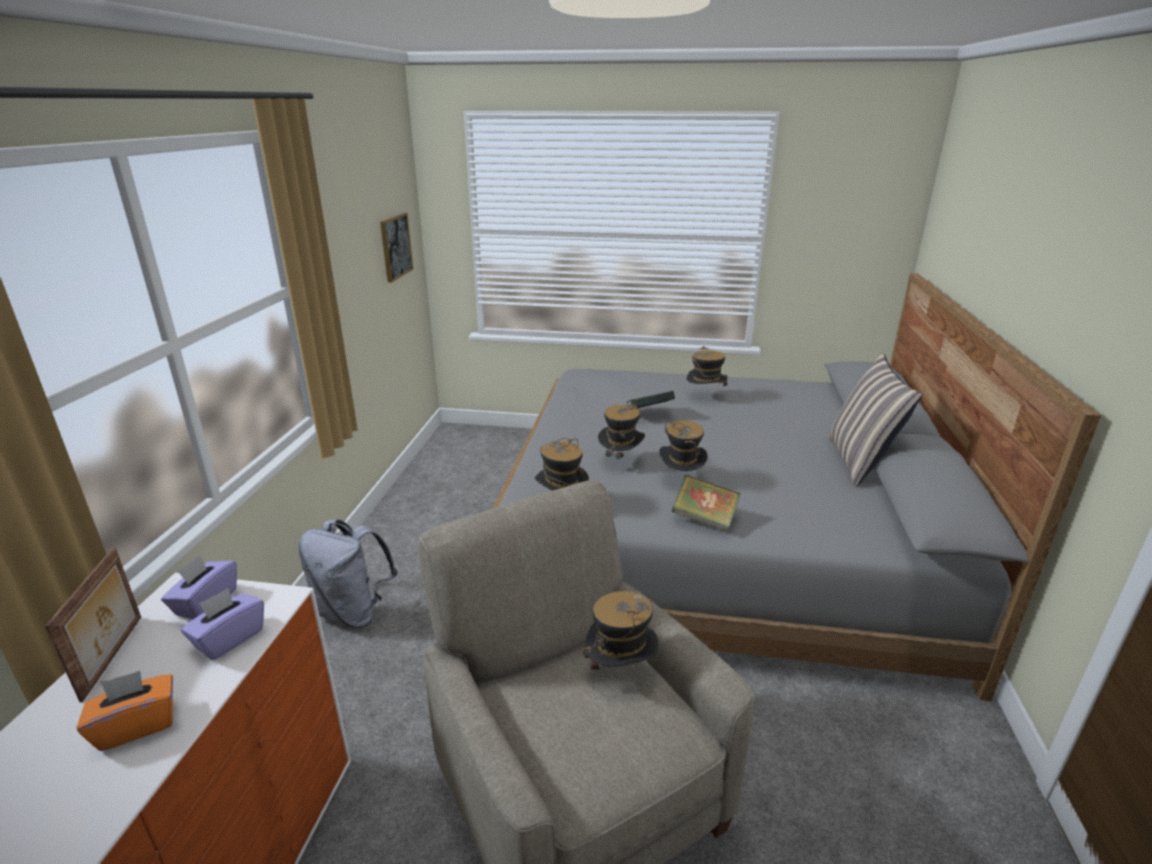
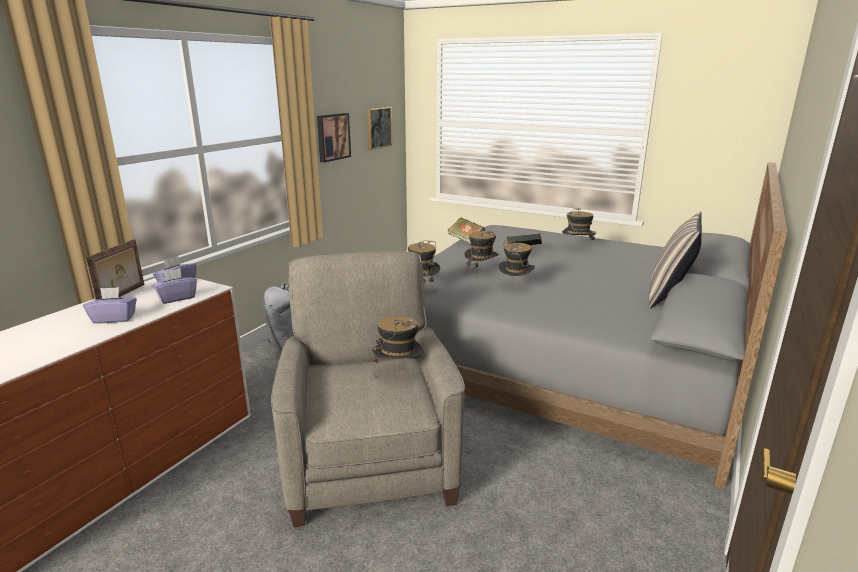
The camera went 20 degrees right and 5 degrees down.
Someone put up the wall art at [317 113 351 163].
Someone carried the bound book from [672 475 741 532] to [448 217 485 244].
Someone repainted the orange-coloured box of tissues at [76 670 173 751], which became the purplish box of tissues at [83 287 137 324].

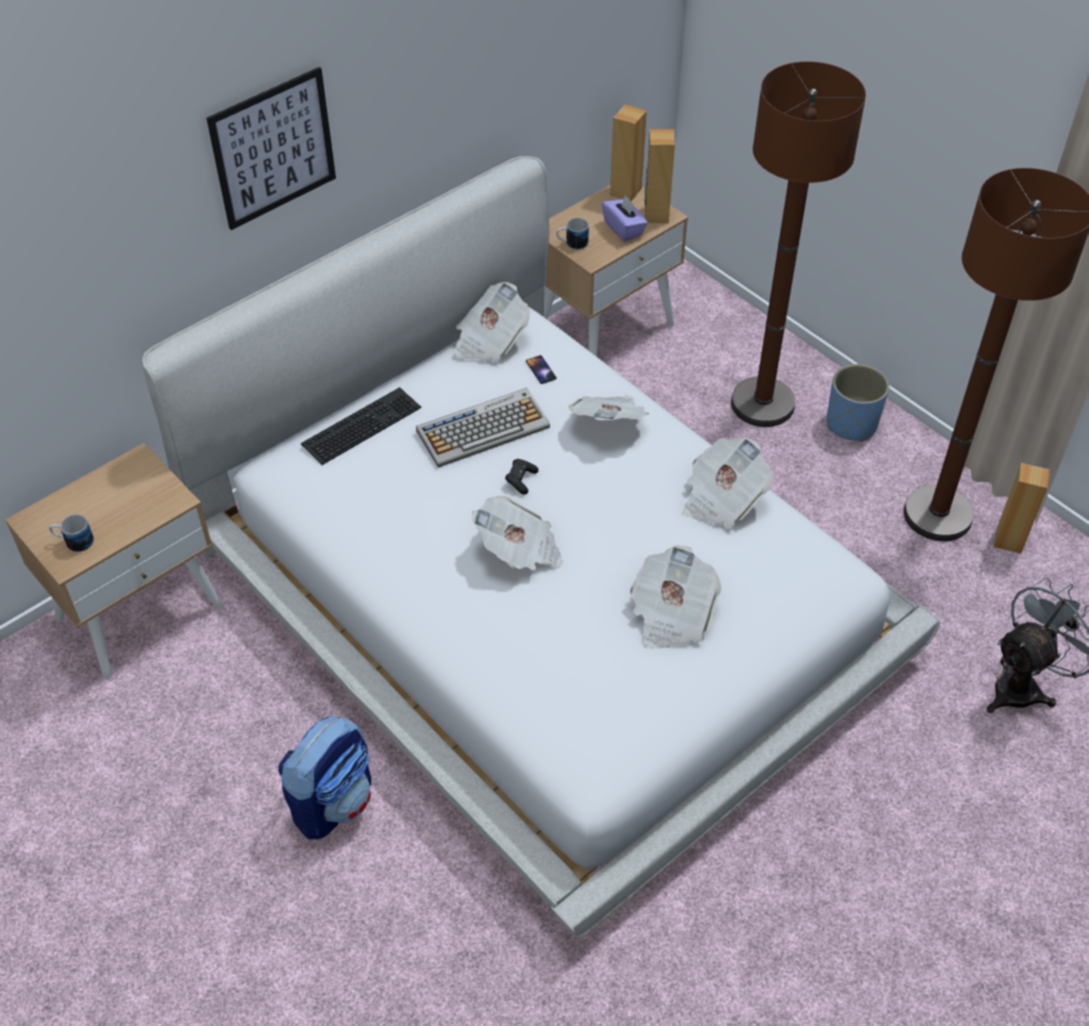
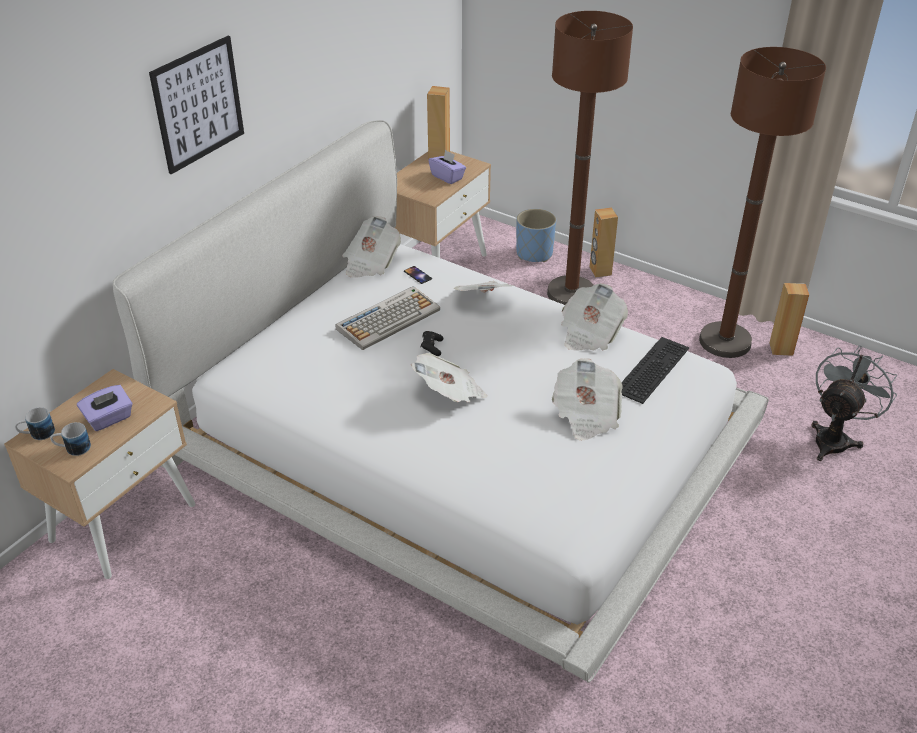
The camera went 15 degrees left and 10 degrees down.
Someone took away the rucksack at [278 716 371 839].
Someone put down the purplish box of tissues at [77 385 132 431].
Someone carried the computer keyboard from [301 387 421 465] to [621 337 689 404].
Someone carried the mug from [556 218 589 250] to [15 407 55 440].
Someone carried the brown loudspeaker from [645 129 675 223] to [590 208 618 277].
Someone carried the blue-coloured plant pot from [827 364 889 442] to [516 209 556 262].

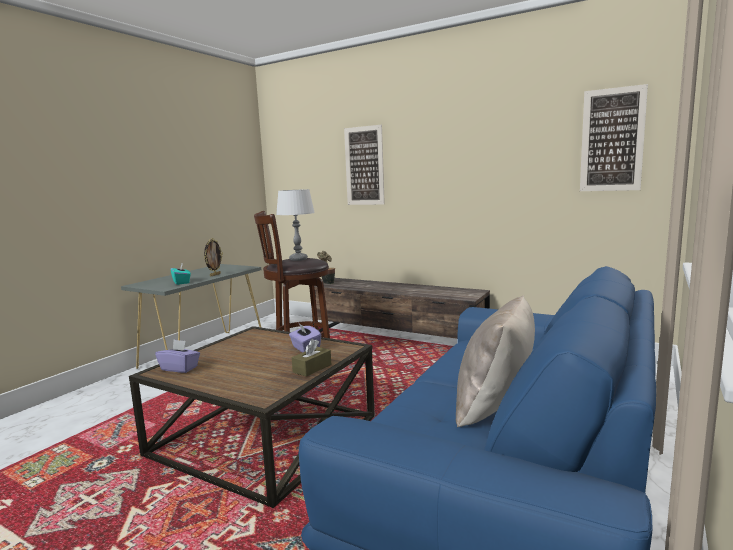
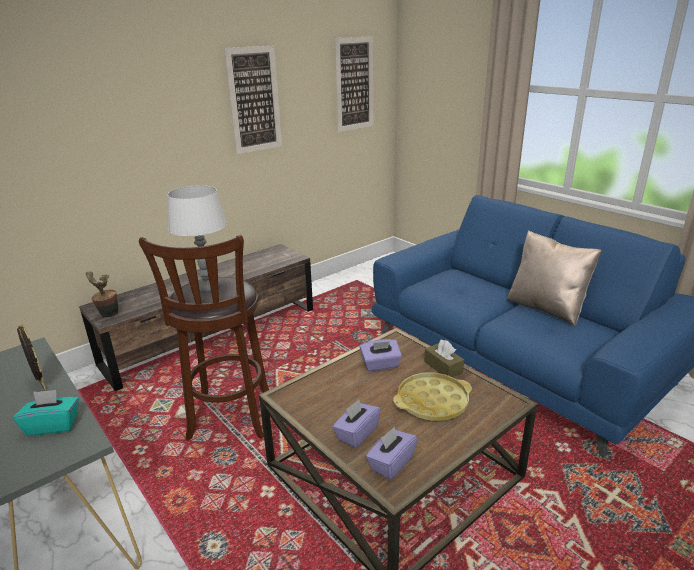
The camera went 70 degrees left and 15 degrees up.
Someone put down the purplish box of tissues at [332 399 381 448].
Someone put down the yellow tray at [393 373 472 421].
Someone carried the wall art from [344 125 385 205] to [224 46 282 154].

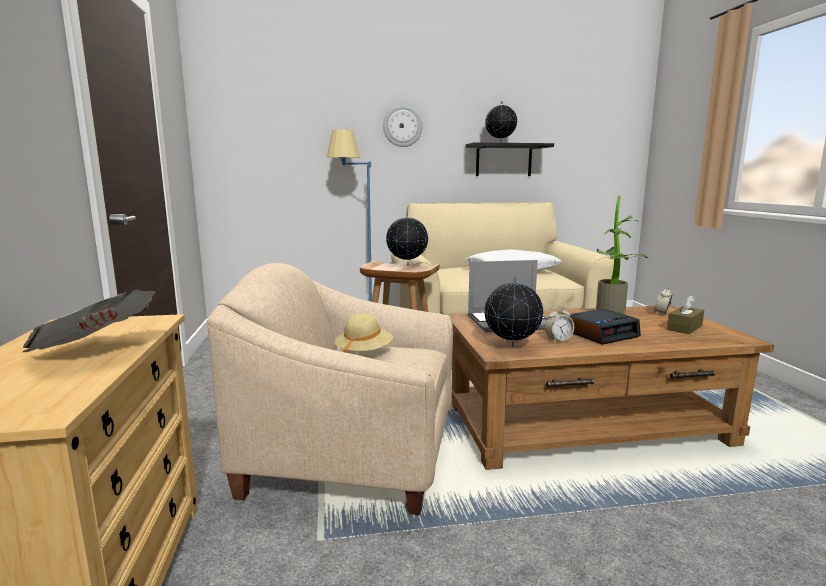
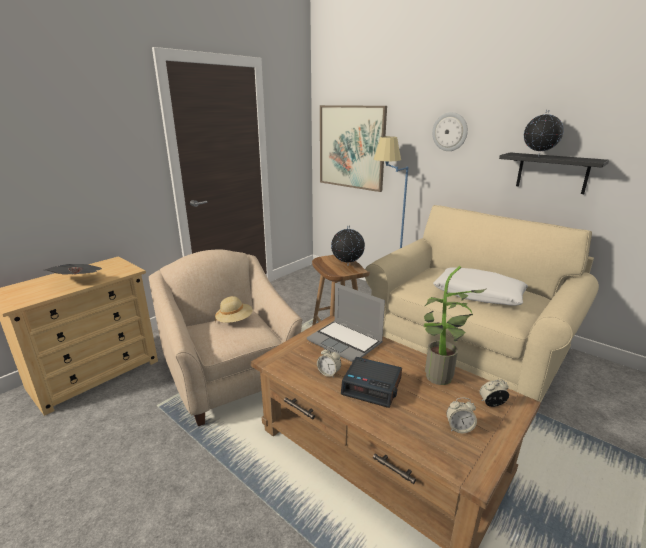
The camera went 50 degrees right and 10 degrees up.
Someone took away the world globe at [484 276 543 347].
Someone put up the wall art at [320 105 387 192].
Someone swapped the brown box of tissues at [667 296 704 334] for the table clock at [447 398 477 433].

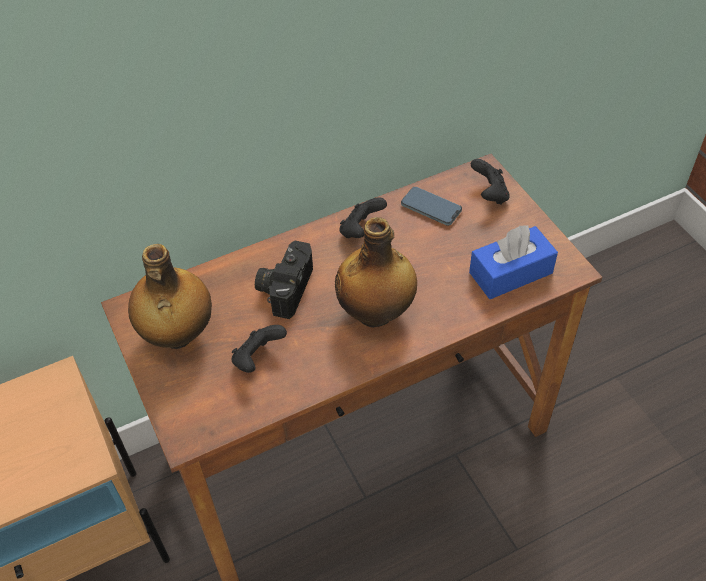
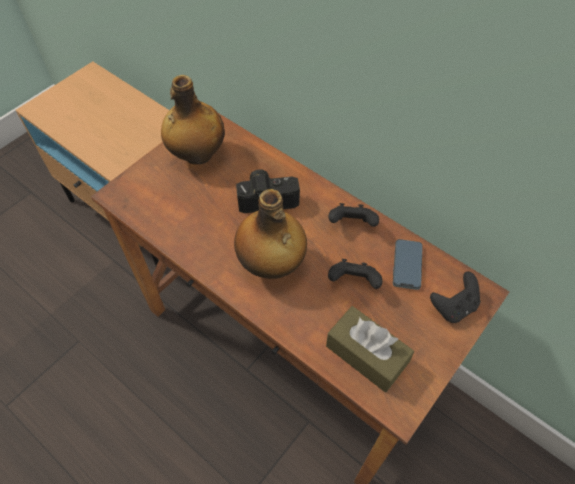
The camera went 65 degrees right and 5 degrees up.
Someone carried the blackish game controller from [231 325 287 373] to [328 259 383 289].
Someone repainted the blue-coloured box of tissues at [469 225 558 299], which became the brown box of tissues at [326 306 414 392].

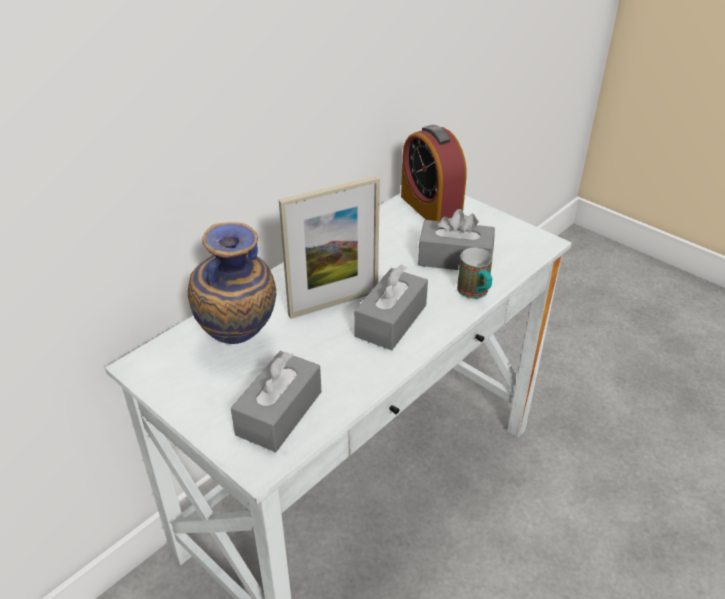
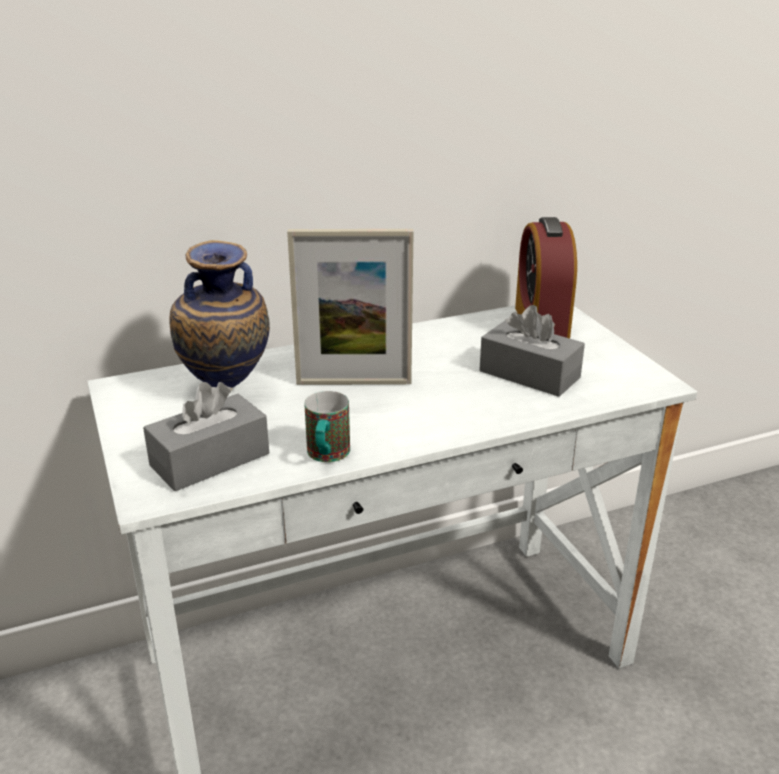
The camera went 25 degrees right and 10 degrees down.
Someone took away the gray box of tissues at [354 264 428 350].
Someone carried the mug from [457 248 492 299] to [304 391 350 462].

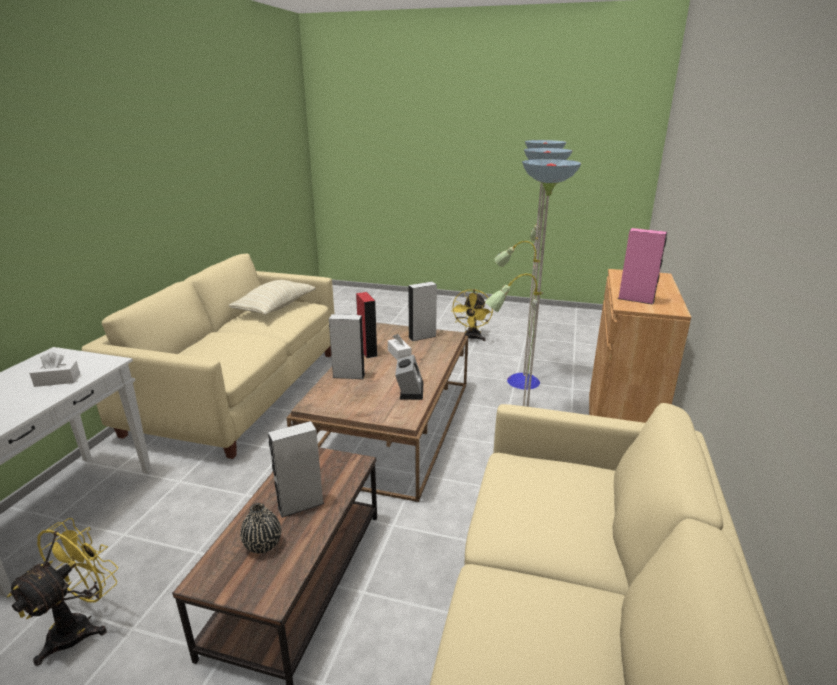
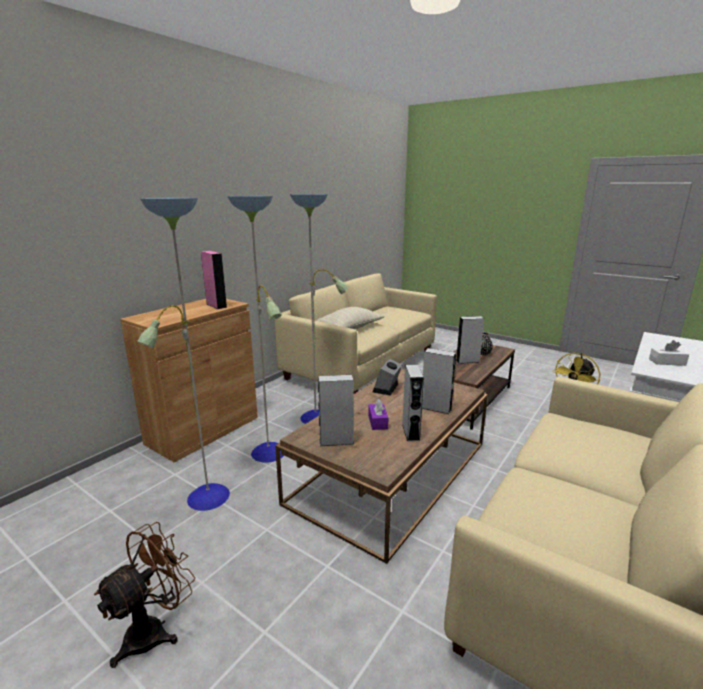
The camera went 160 degrees left and 5 degrees down.
Someone carried the sand-coloured pillow from [228 280 316 315] to [316 307 385 329].
Someone repainted the red loudspeaker at [356 292 377 358], which became the gray loudspeaker at [402 364 424 441].
Someone repainted the white box of tissues at [388 334 411 360], which became the purplish box of tissues at [368 399 388 430].
Someone repainted the yellow electric fan at [451 289 493 341], which became the brown electric fan at [94 522 195 668].

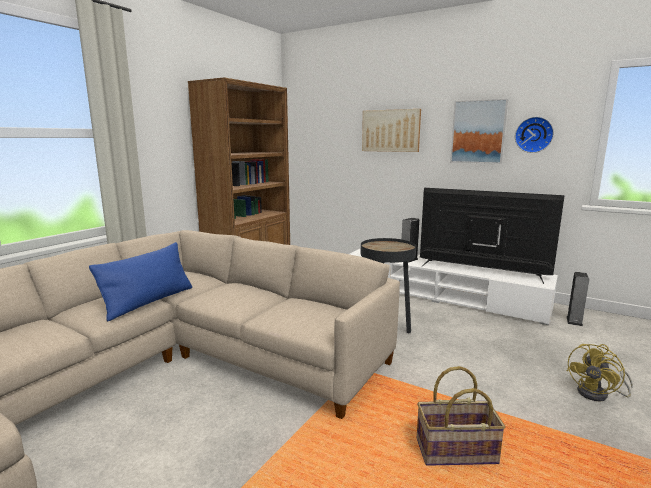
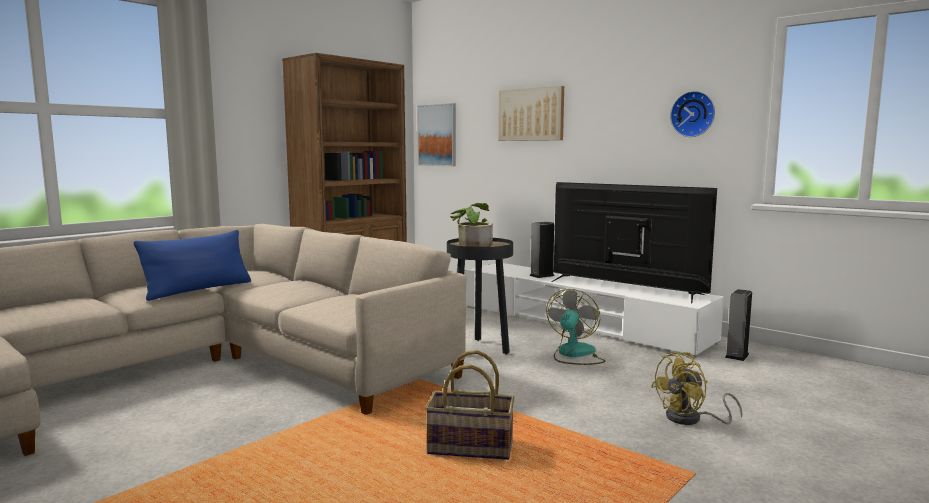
The camera went 10 degrees right and 5 degrees down.
Someone put down the houseplant at [450 203 493 247].
Someone put down the electric fan at [546 289 605 365].
Someone carried the wall art from [450 99 508 164] to [417 103 456 166].

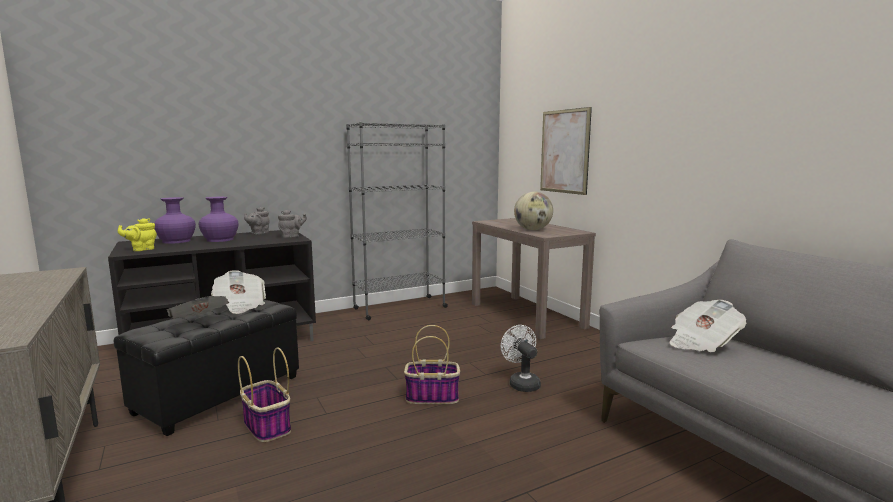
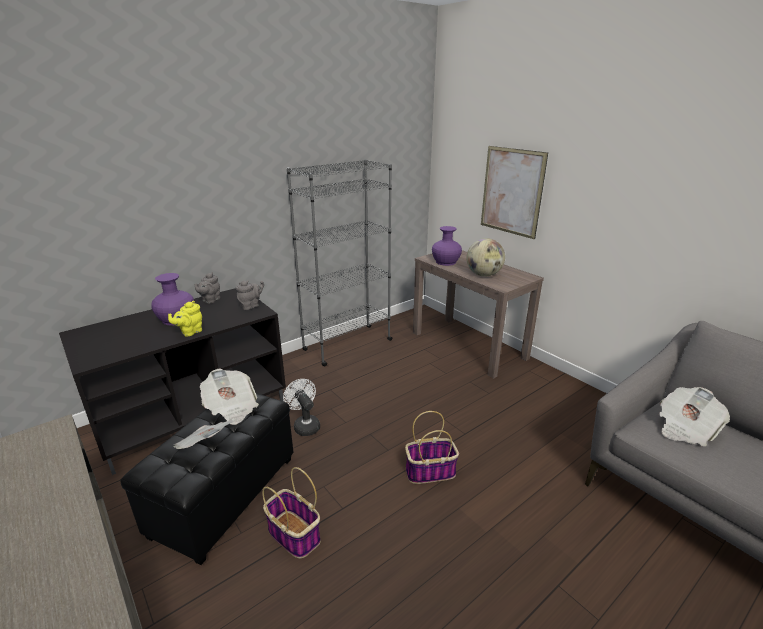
The camera went 10 degrees left and 15 degrees up.
Someone carried the yellow tea pot from [118 218 157 251] to [168 301 202 336].
Someone carried the purplish vase from [154 197 196 244] to [432 226 462 266].
Someone carried the white electric fan from [501 325 541 392] to [283 379 320 436].

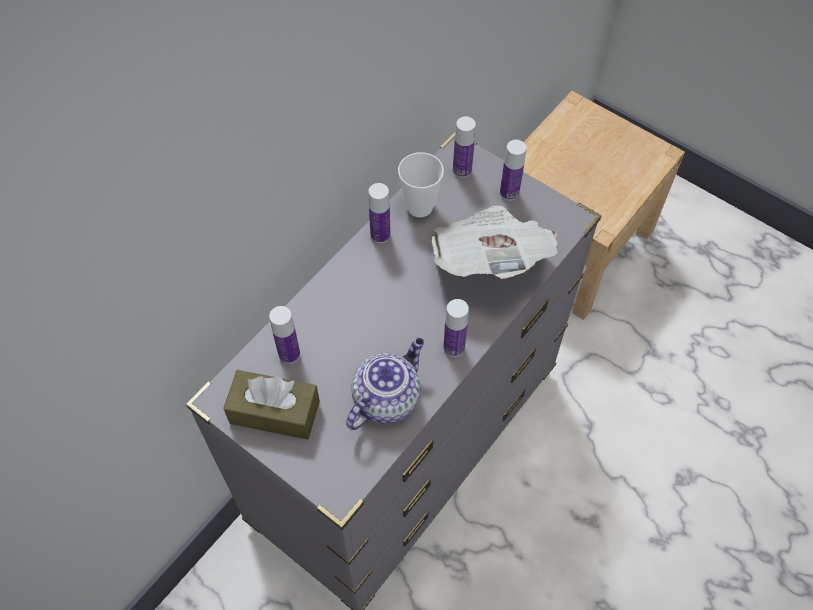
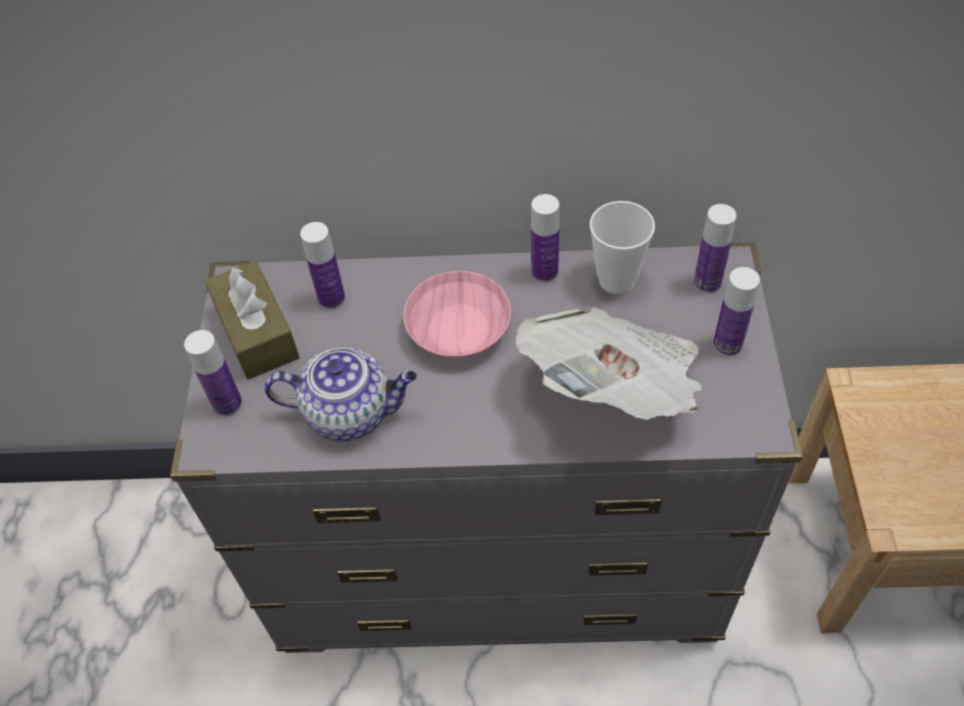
The camera went 55 degrees right and 5 degrees down.
Someone put down the pink deep dish at [403 271 511 358].
Someone carried the bottle from [443 299 469 357] to [184 330 242 416].

